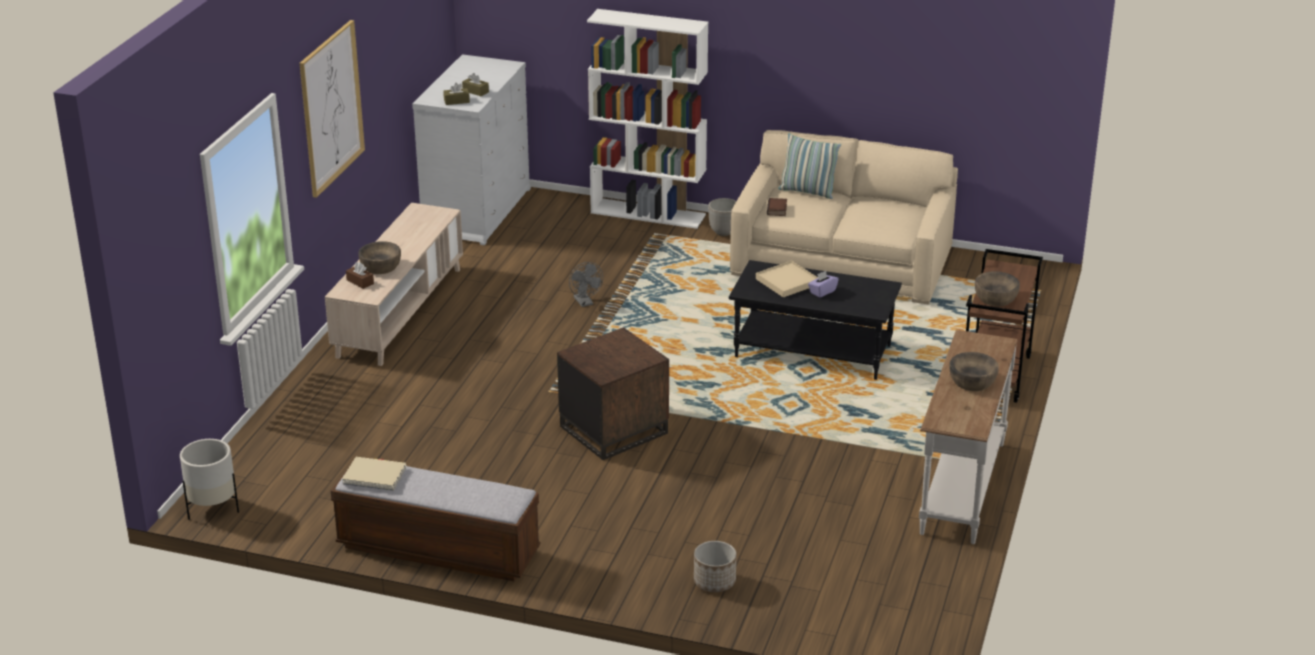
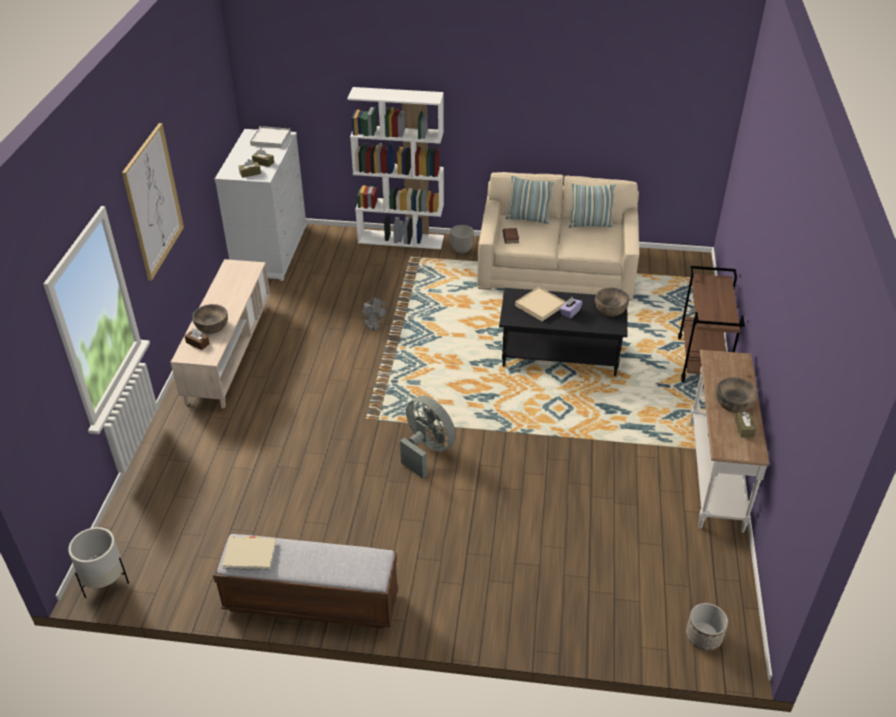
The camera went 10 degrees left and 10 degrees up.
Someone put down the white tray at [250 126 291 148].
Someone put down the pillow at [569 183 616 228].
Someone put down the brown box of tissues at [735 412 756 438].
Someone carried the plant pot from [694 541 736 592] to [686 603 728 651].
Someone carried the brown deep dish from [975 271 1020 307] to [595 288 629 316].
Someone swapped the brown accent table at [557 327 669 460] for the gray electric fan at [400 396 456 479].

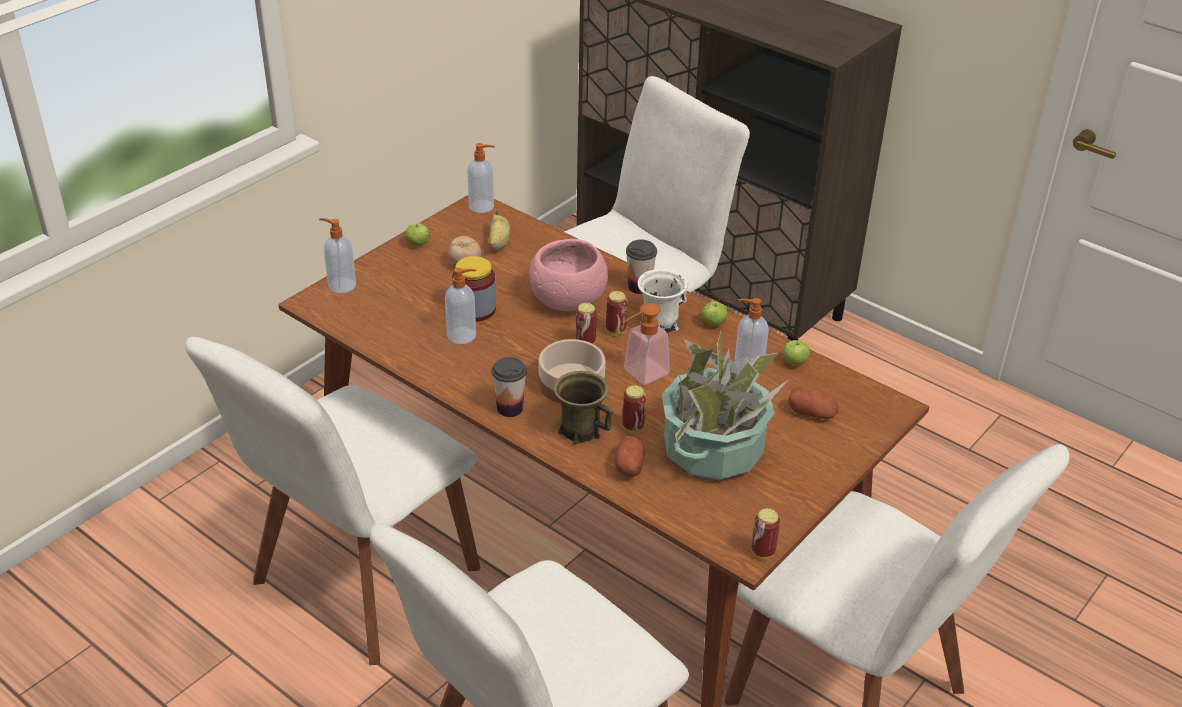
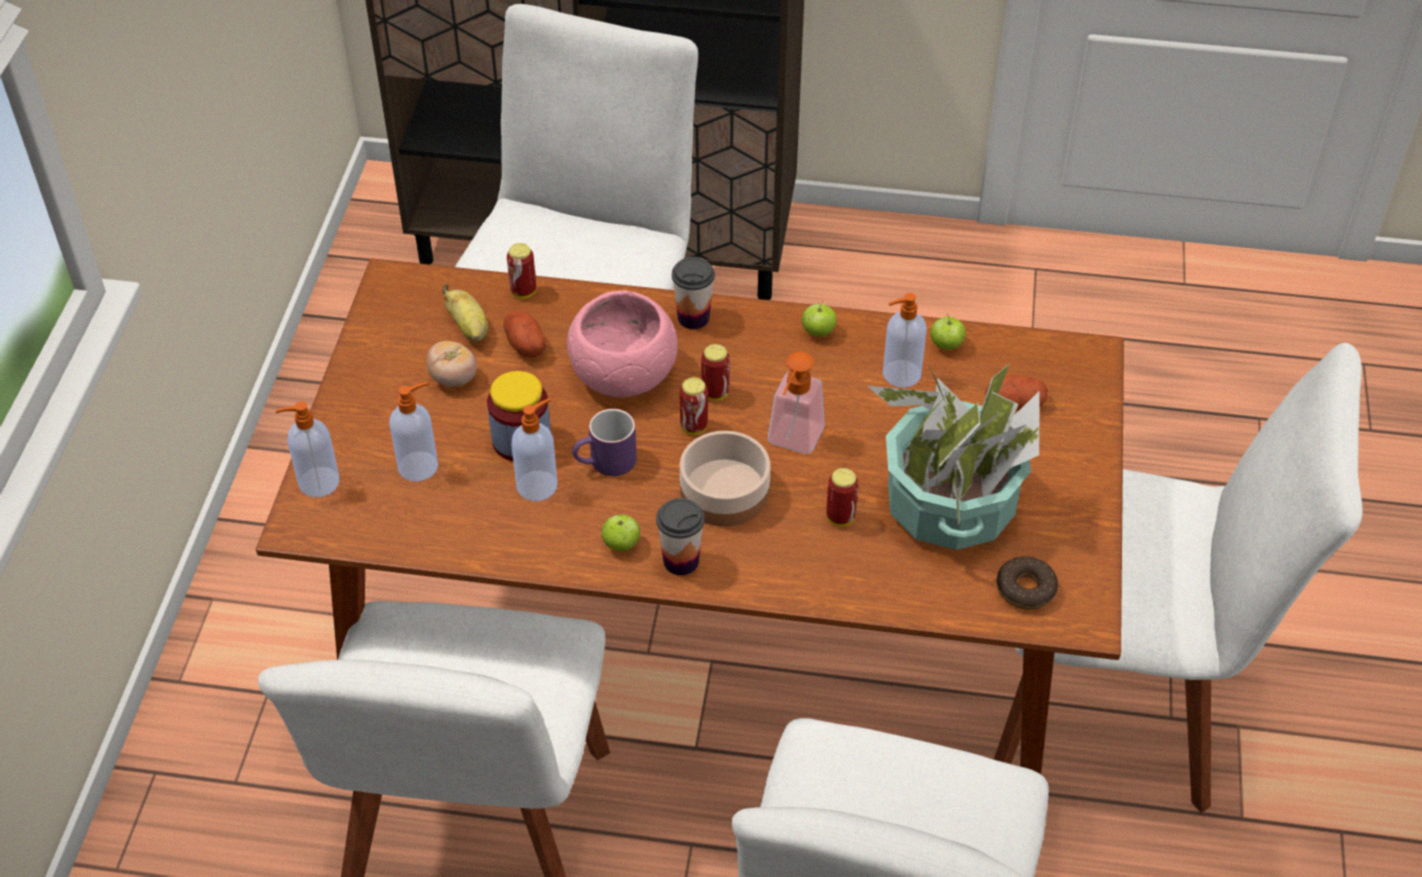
The camera went 30 degrees left and 10 degrees up.
Someone took away the brown mug at [554 371 613 444].
Someone took away the white mug at [638 269 688 333].
Someone put down the purplish mug at [572 409 637 476].
Someone put down the ring doughnut at [997 556 1058 610].
Someone carried the apple from [405 223 430 247] to [601 514 640 551].
Someone carried the soap dispenser from [467 143 495 213] to [389 382 438 482].
Someone carried the whole potato from [614 436 645 477] to [503 311 546 358].
Someone carried the sealed can from [751 508 780 559] to [507 243 536 298].

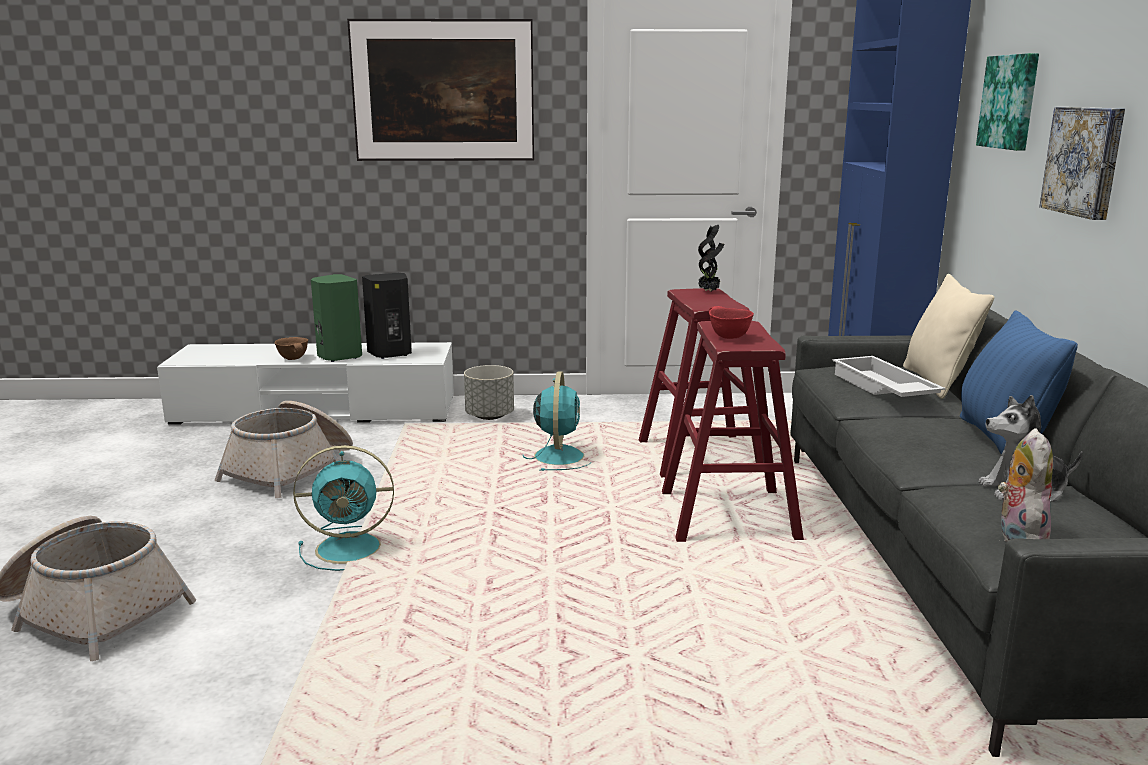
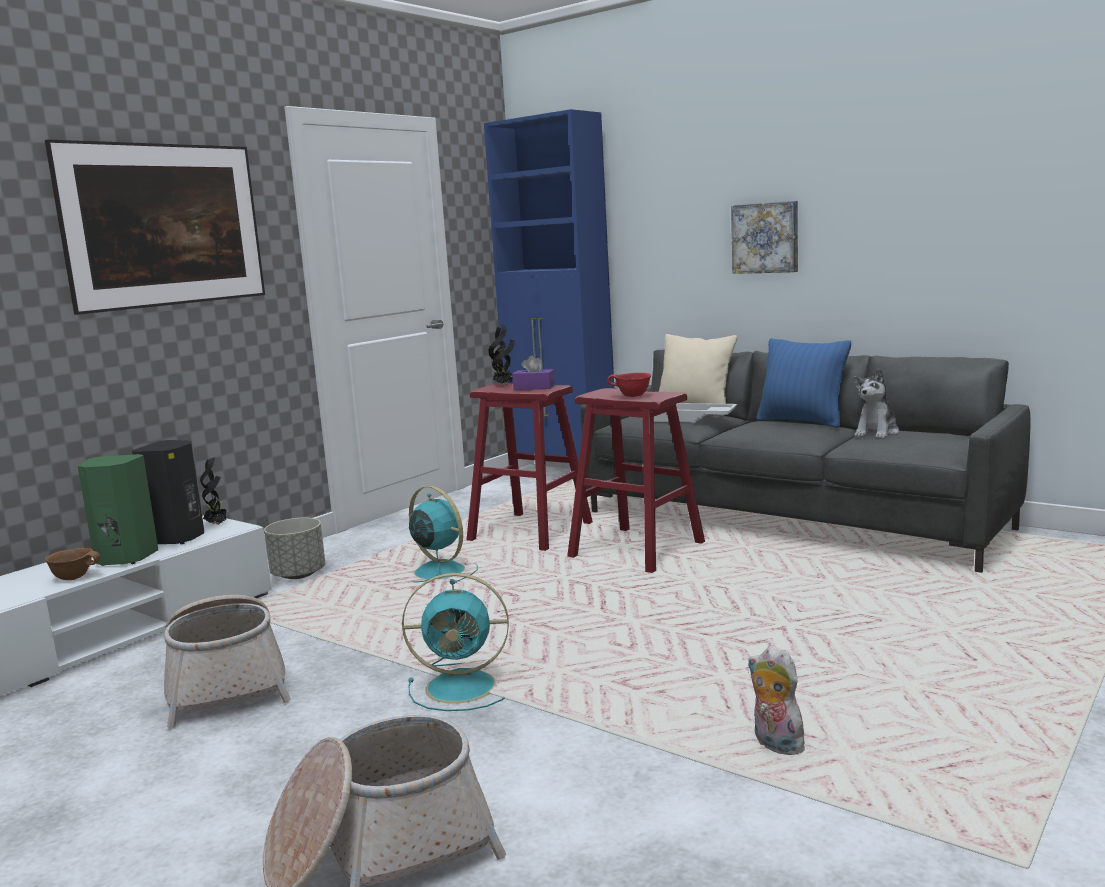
The camera went 50 degrees left and 5 degrees down.
Someone took away the wall art at [976 53 1039 151].
Someone put down the houseplant at [200 457 227 525].
Someone put down the purplish box of tissues at [512 356 555 390].
Someone carried the plush toy from [998 428 1053 542] to [748 646 809 755].
Someone rotated the turquoise electric fan at [293 445 394 571] by 60 degrees clockwise.

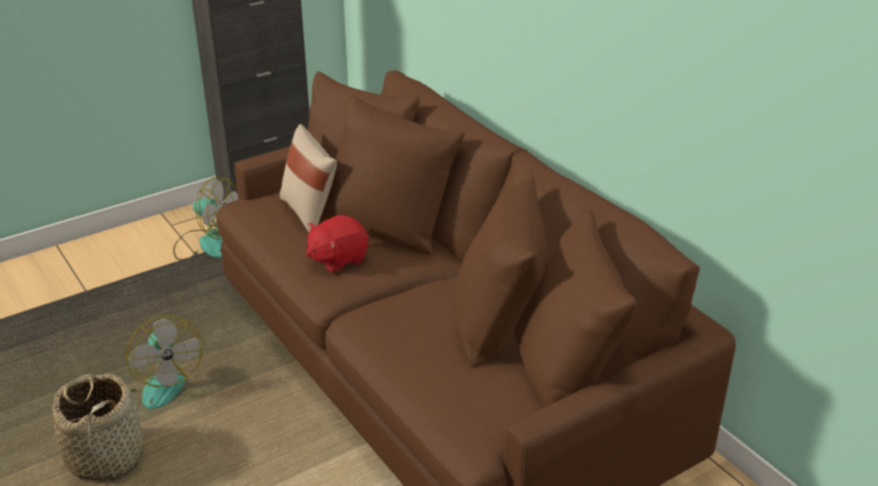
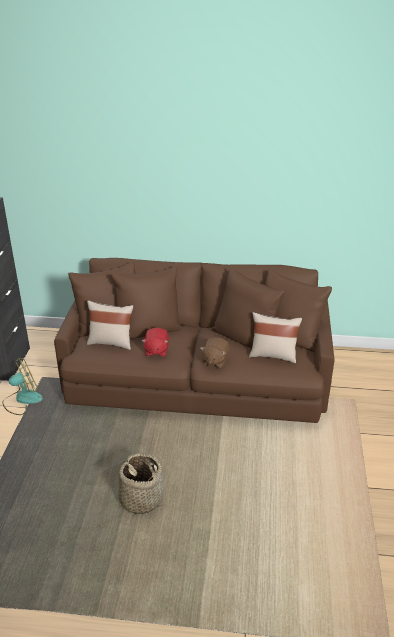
The camera went 50 degrees left and 0 degrees up.
Someone took away the electric fan at [125 316 204 409].
Someone put down the brown plush toy at [200 337 230 368].
Someone put down the sand-coloured pillow at [249 312 302 363].

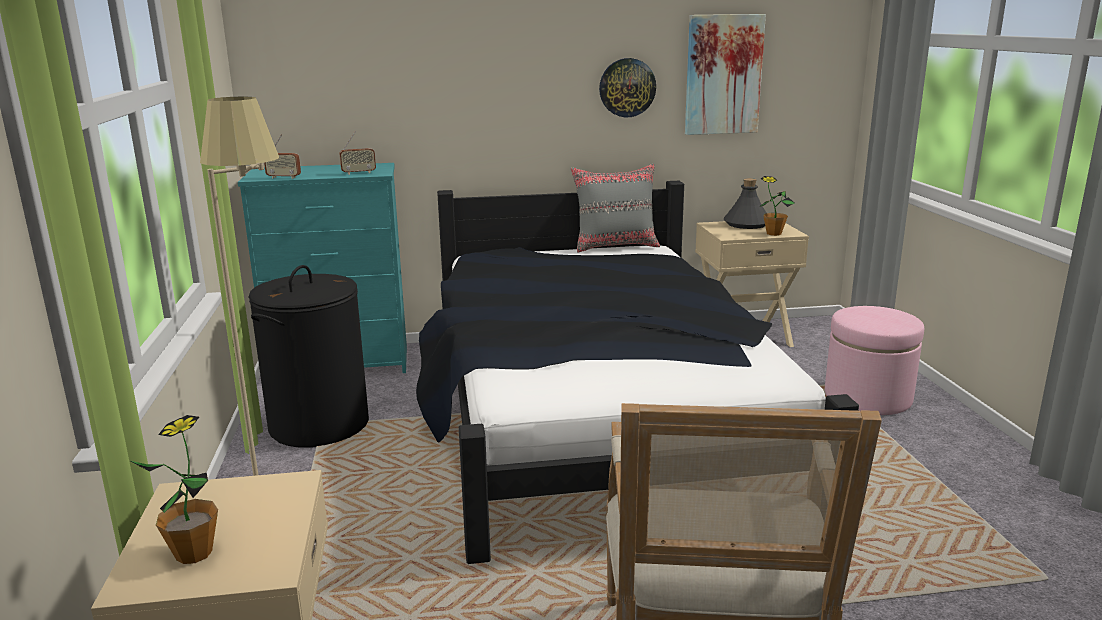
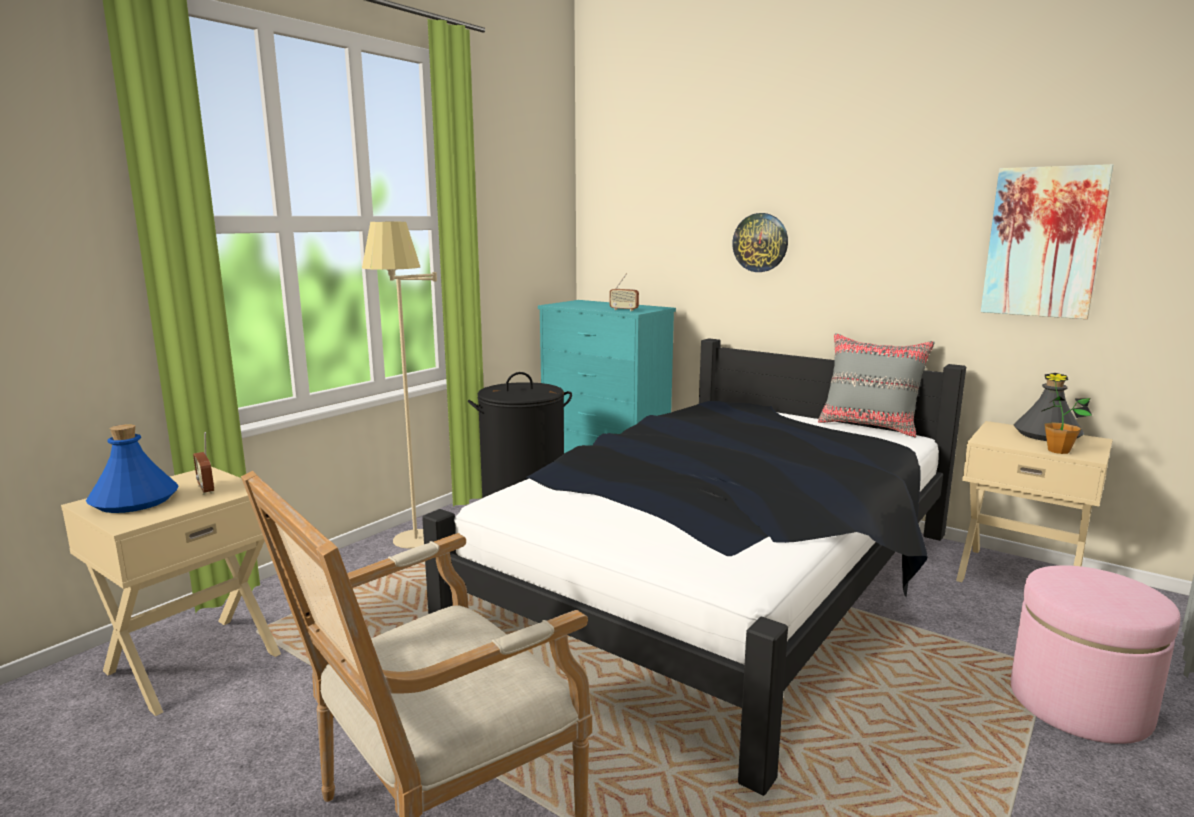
The camera went 45 degrees right and 5 degrees down.
Someone carried the radio from [264 134 301 179] to [193 432 214 495].
Someone carried the wall clock from [599 58 656 117] to [732 213 788 272].
Someone swapped the houseplant at [131 415 218 564] for the blue-coloured bottle at [86 424 179 513].

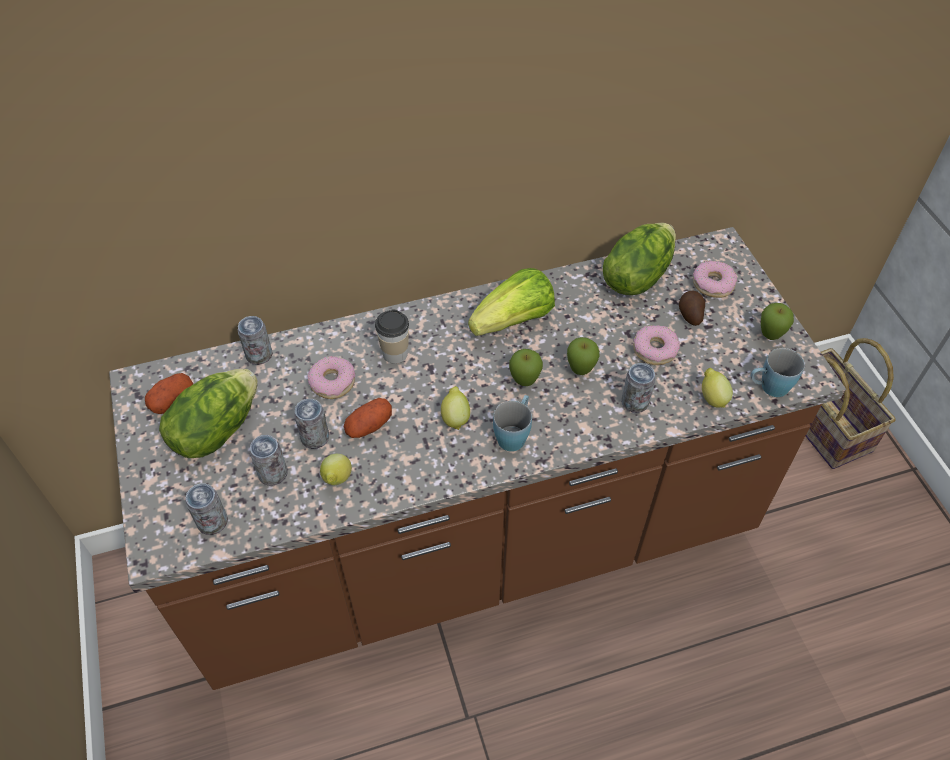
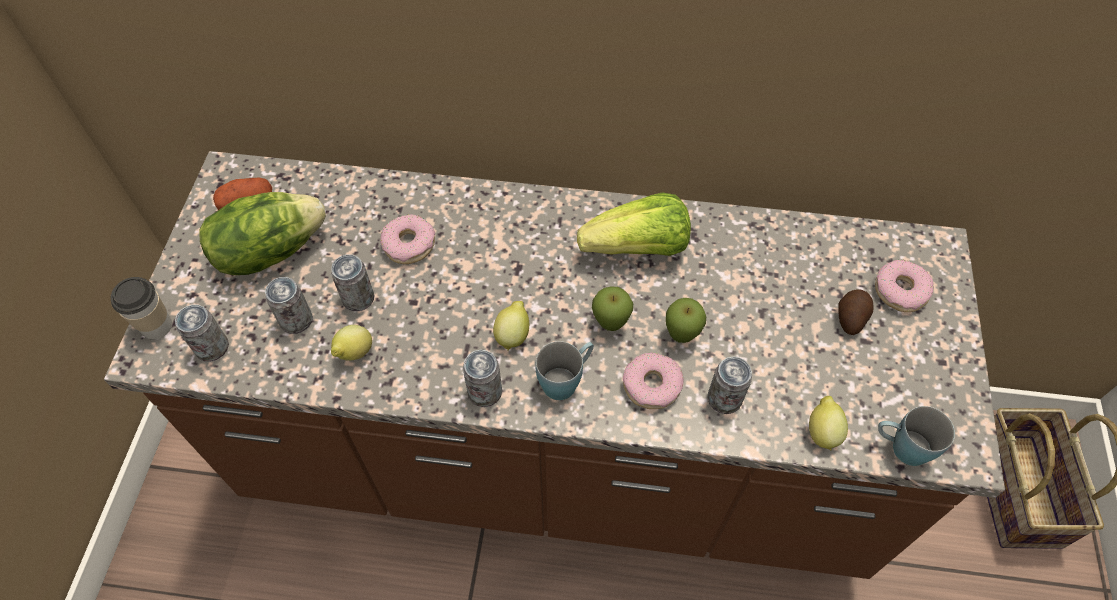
The camera went 25 degrees right and 5 degrees up.
Someone took away the whole potato at [344 398 392 438].
Someone took away the lettuce head at [603 223 676 295].
Someone took away the apple at [761 303 794 340].
Someone carried the sealed can from [238 316 273 365] to [463 350 502 407].
Someone carried the cup from [375 309 409 364] to [111 277 172 340].
Someone carried the ring doughnut from [633 325 680 365] to [623 353 684 409].

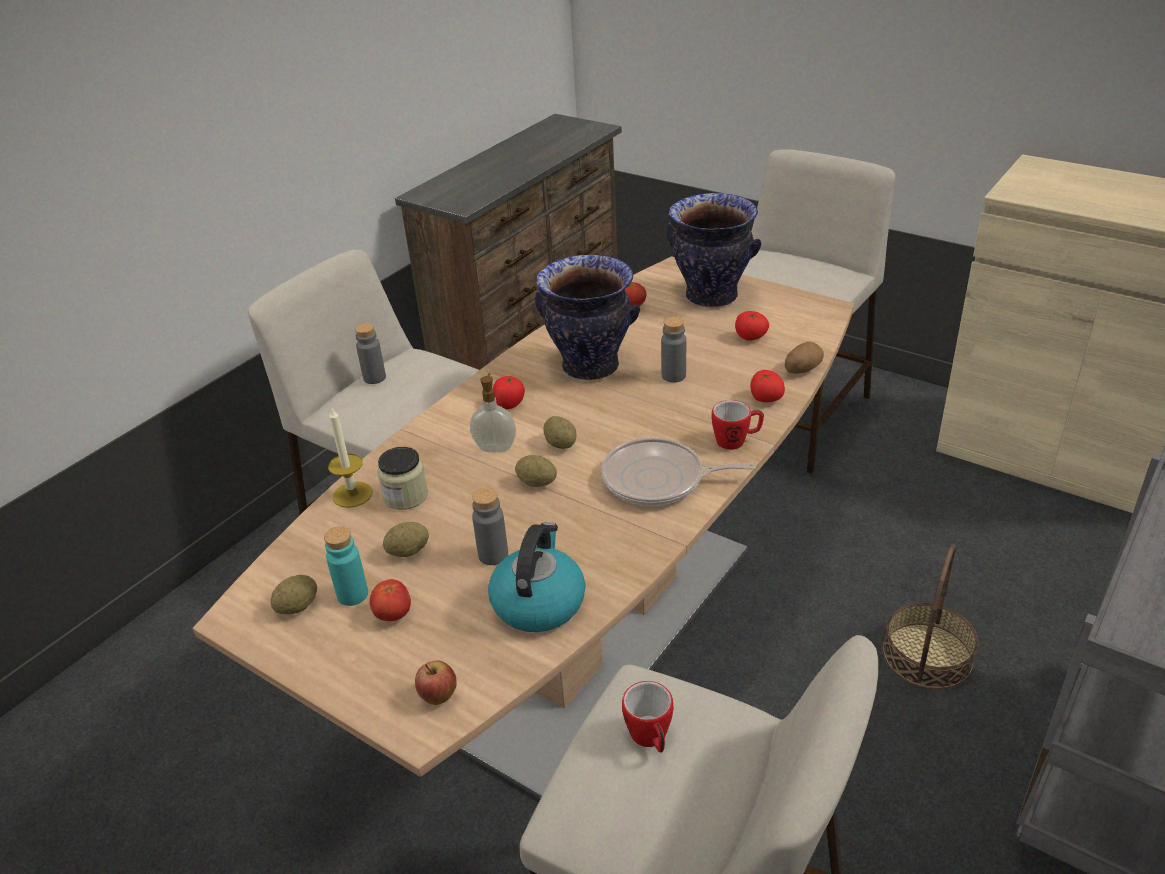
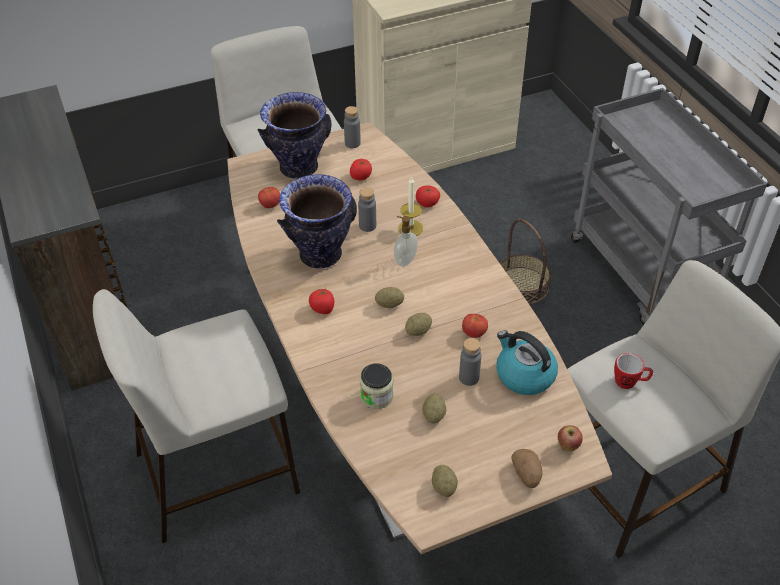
The camera went 60 degrees left and 10 degrees up.
Someone took away the turquoise bottle at [324 526 368 606].
Someone took away the frying pan at [601 438 756 506].
Someone took away the mug at [711 400 764 450].
Someone carried the candle from [328 407 372 508] to [399 176 423 236].
Someone carried the gray bottle from [355 323 386 384] to [344 106 361 148].
Someone carried the whole tomato from [370 579 411 621] to [462 314 488 338].
Someone carried the soap dispenser from [470 373 516 452] to [394 216 418 267].
Someone carried the whole potato from [785 342 824 374] to [511 449 542 488].

